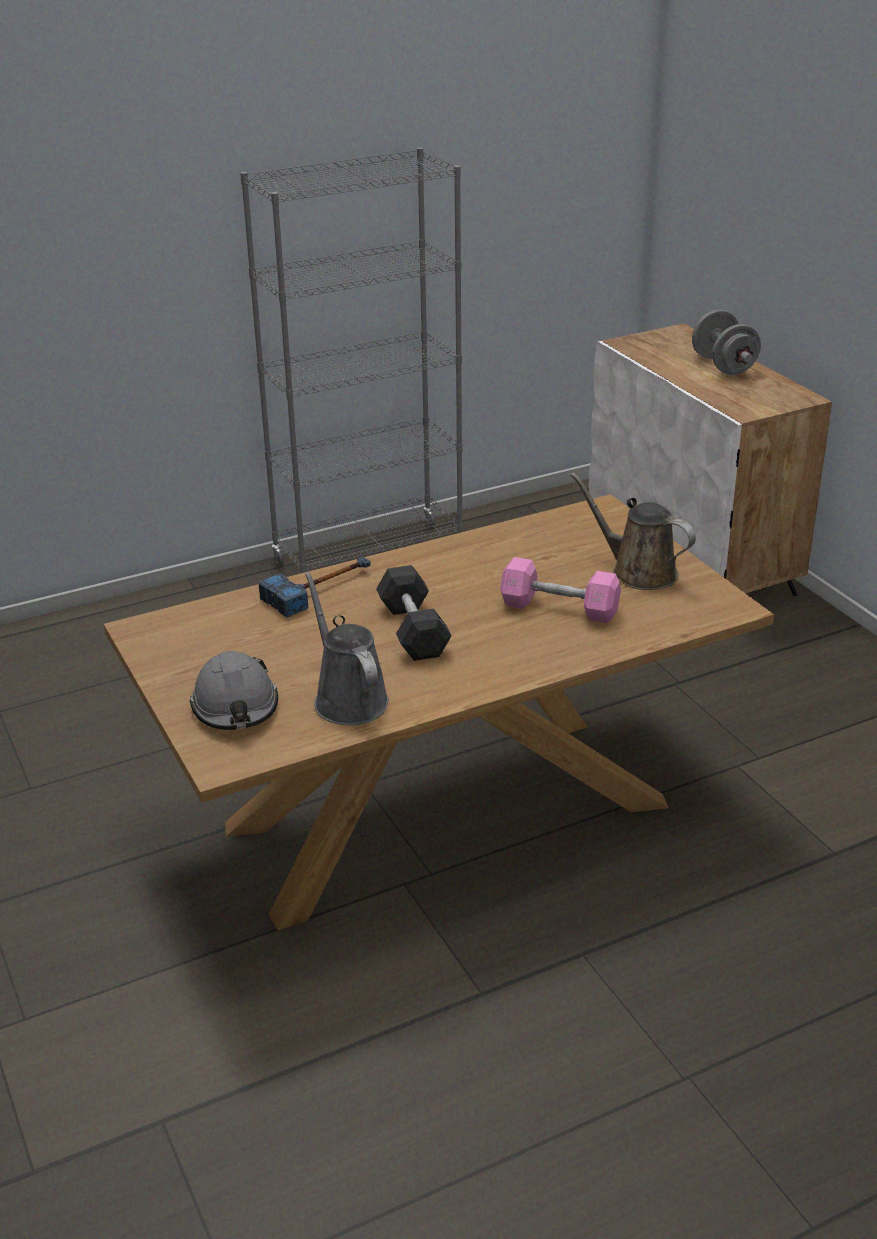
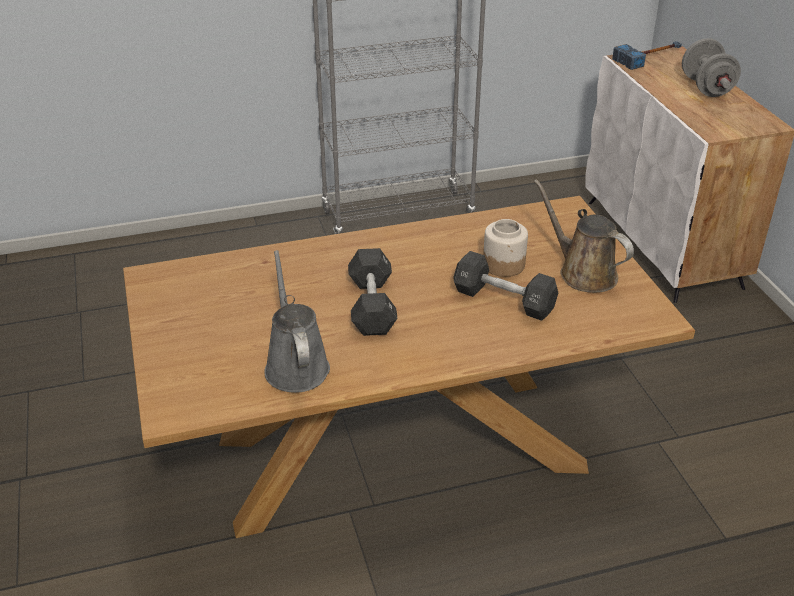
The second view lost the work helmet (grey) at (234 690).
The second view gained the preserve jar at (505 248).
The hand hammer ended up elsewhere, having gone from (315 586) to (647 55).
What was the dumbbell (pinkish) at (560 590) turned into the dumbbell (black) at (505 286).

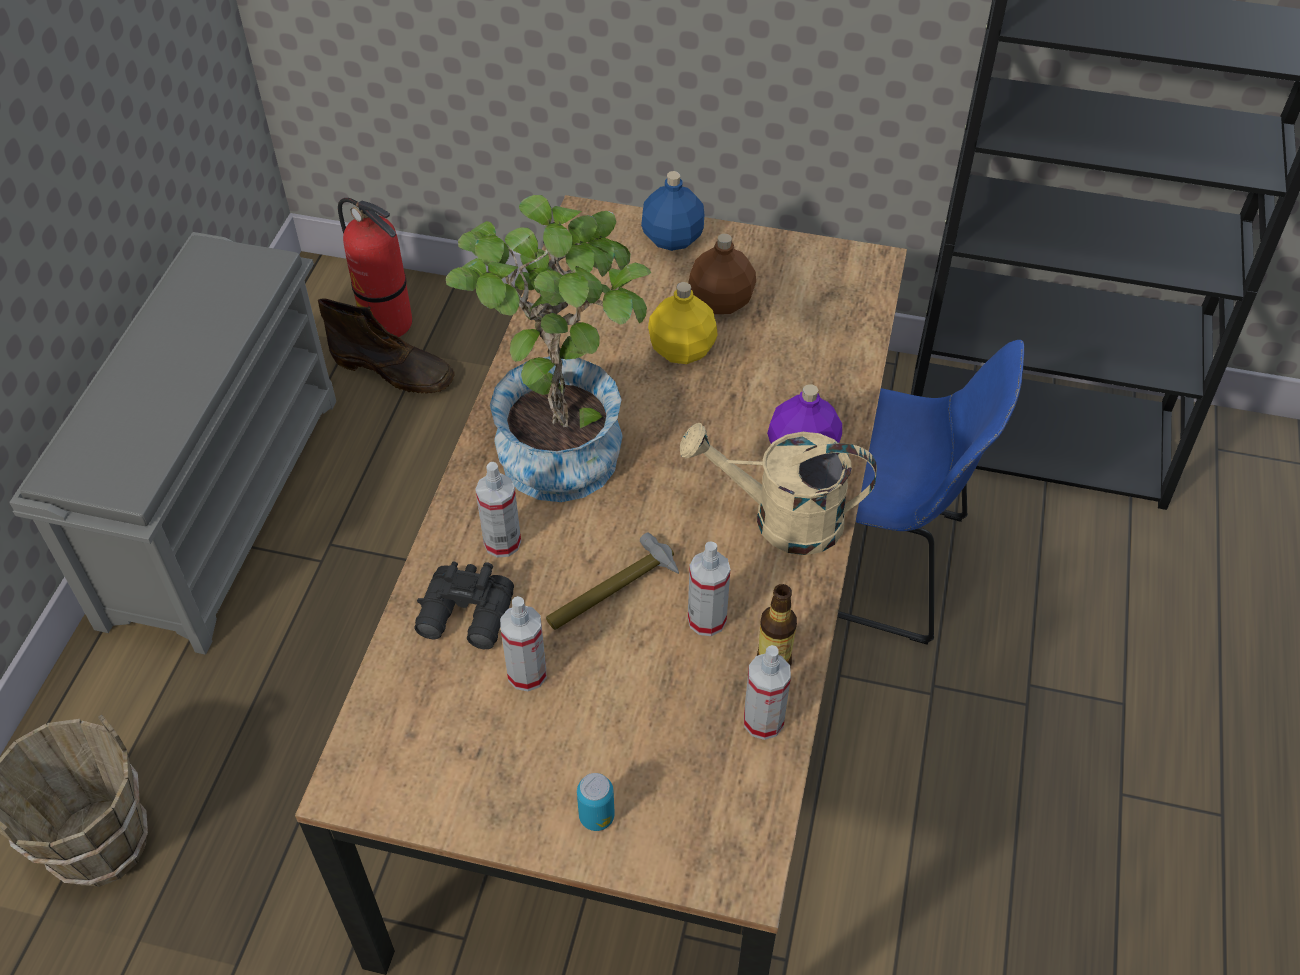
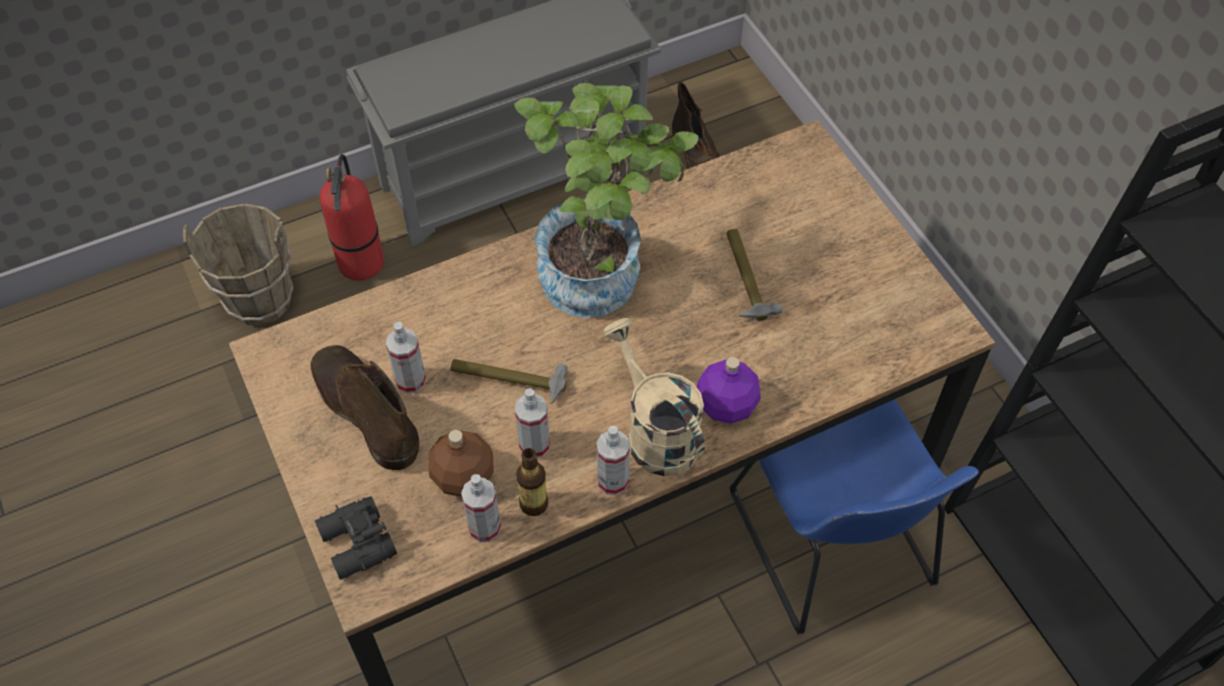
The second view lost the sealed can at (596 802).
The second view lost the beverage bottle (bluish) at (672 211).
The second view gained the boot (brown) at (365 408).
The fire extinguisher ended up elsewhere, having gone from (375 267) to (352 217).
The pair of binoculars (black) ended up elsewhere, having gone from (464 605) to (356 538).
The hand sprayer ended up elsewhere, having gone from (498 509) to (613 461).
The beverage bottle (brown) ended up elsewhere, having gone from (722 274) to (461 463).
Where the beverage bottle (yellow) stood at (683 323), the hand hammer came to stand at (754 275).

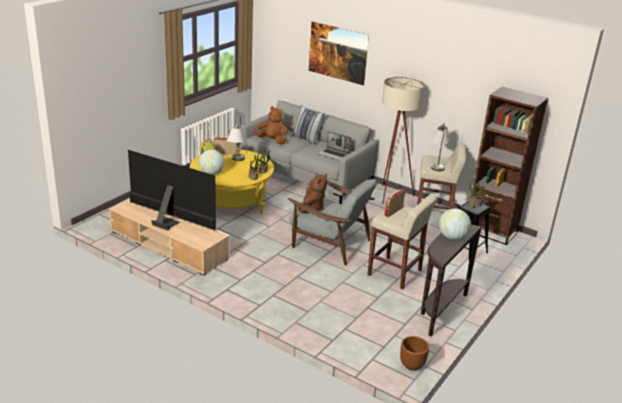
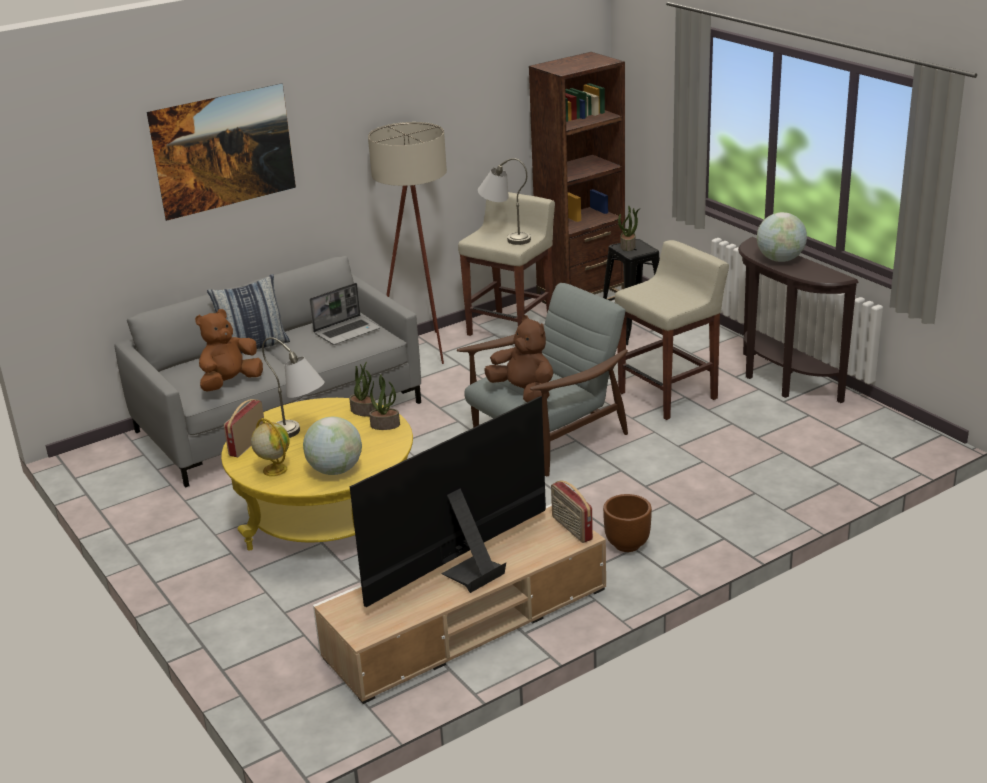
The radio ended up elsewhere, having gone from (394 203) to (572 512).
The flower pot (brown) ended up elsewhere, having gone from (414 353) to (627 523).

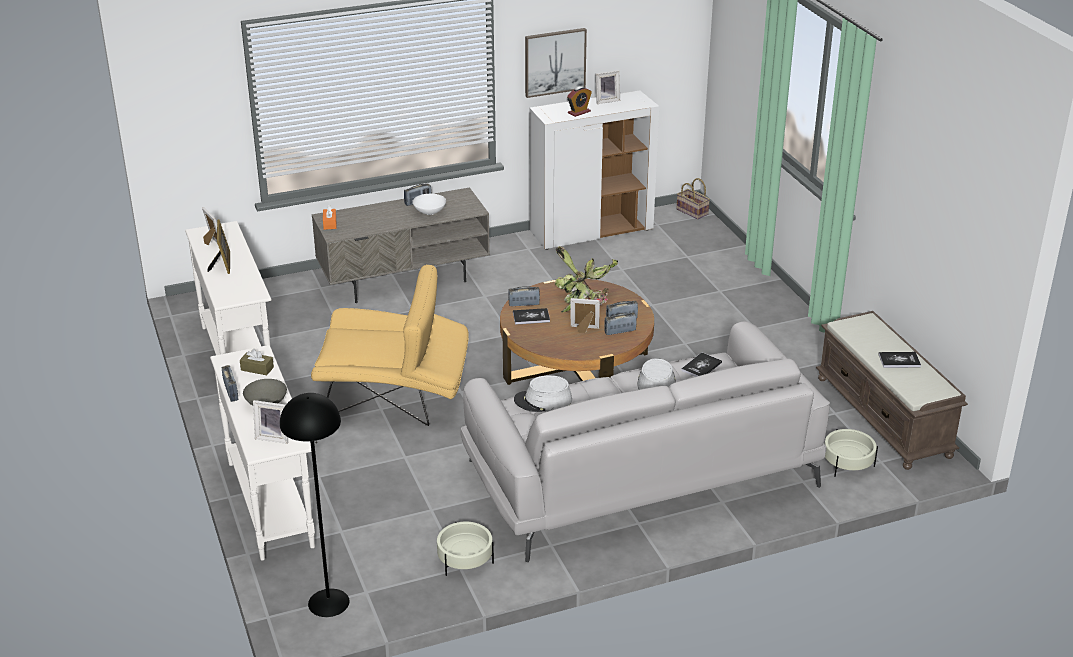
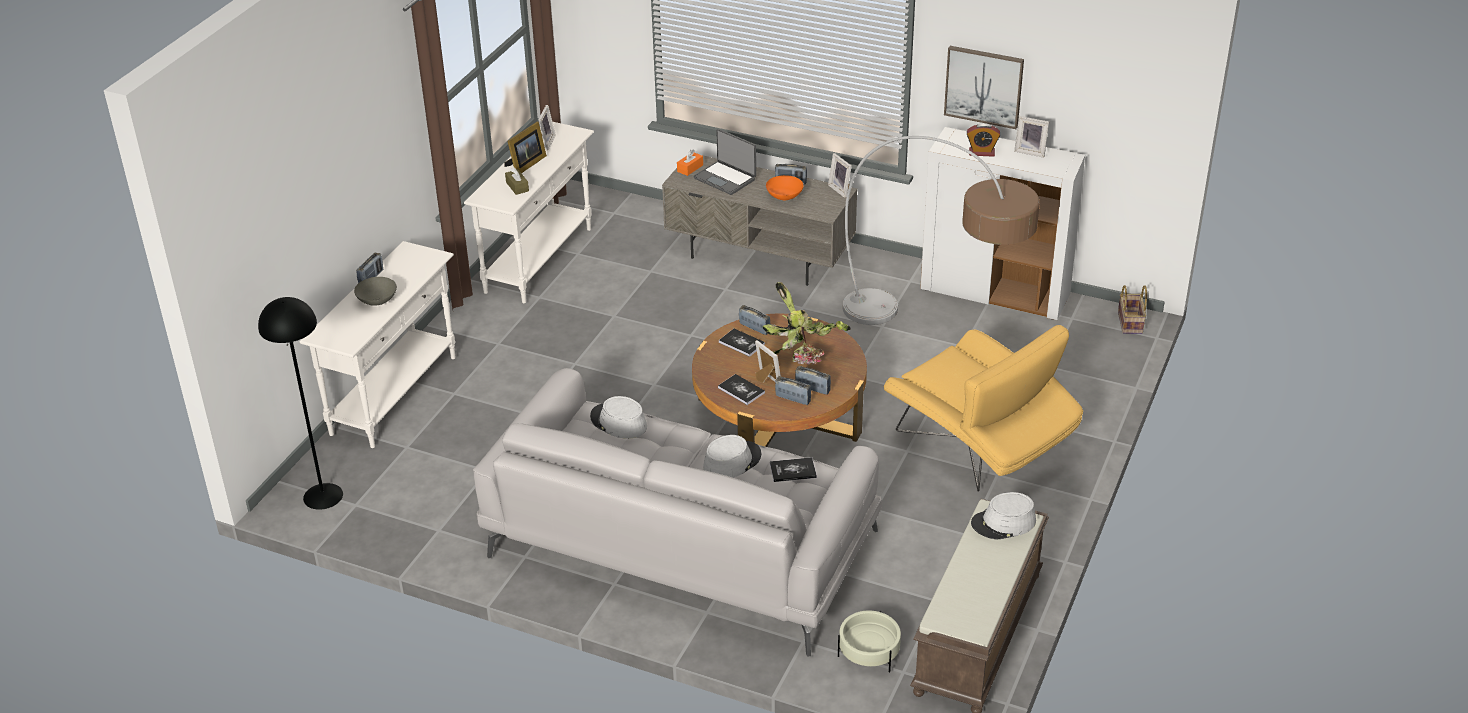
The second view lost the flower pot (beige-coloured) at (465 548).
The second view gained the notebook computer at (724 162).
The second view gained the floor lamp at (941 230).
The second view gained the wearable hat (grey) at (1003 516).
The tissue holder (brown) ended up elsewhere, having gone from (257 362) to (517 181).
The picture frame ended up elsewhere, having gone from (270 422) to (840 175).
The armchair (yellow) ended up elsewhere, having gone from (390 345) to (983 408).
The book ended up elsewhere, having gone from (899 360) to (741 389).
What was the serving bowl (whitish) at (429 204) turned into the serving bowl (orange) at (785 187).

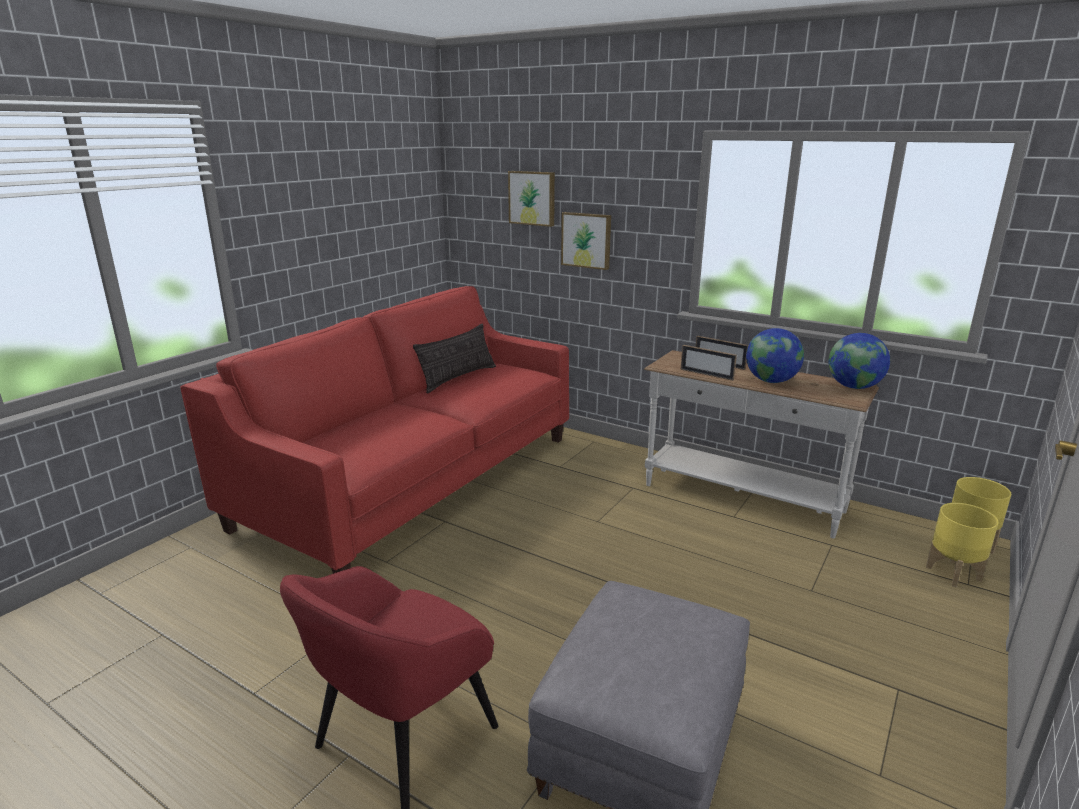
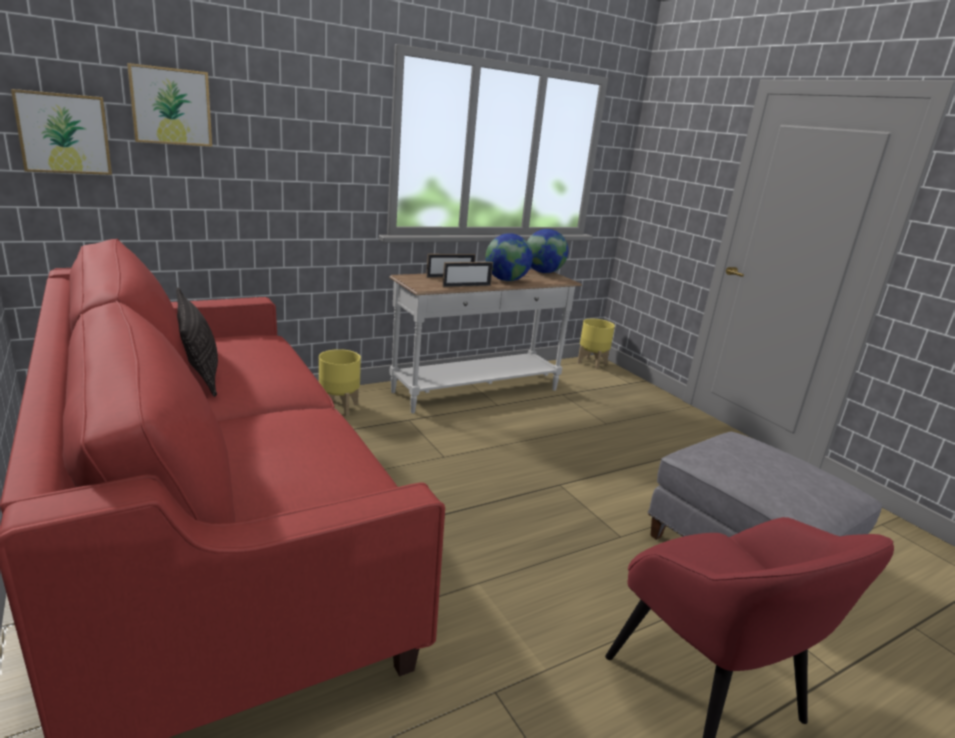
The wall picture ended up elsewhere, having gone from (586 241) to (61 132).
The flower pot (yellow) ended up elsewhere, having gone from (962 545) to (340 382).

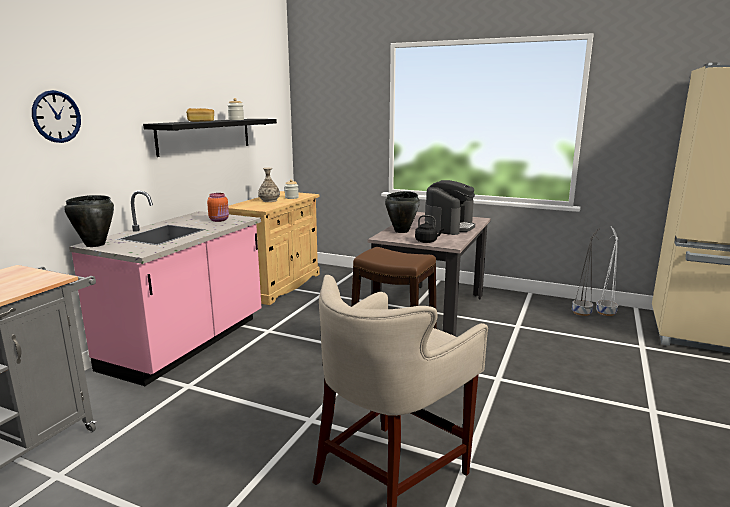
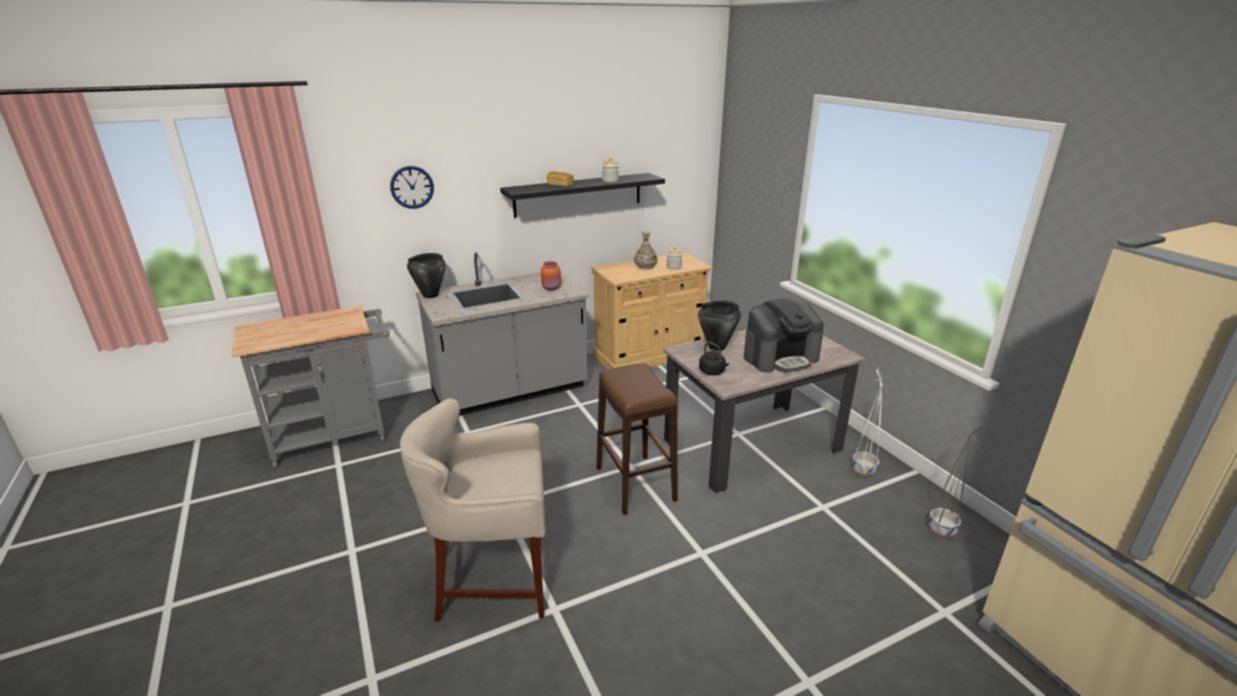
The flower pot (whitish) ended up elsewhere, having gone from (607 271) to (867 421).
What was the kitchen base unit (pinkish) at (165 288) turned into the kitchen base unit (grey) at (502 334).

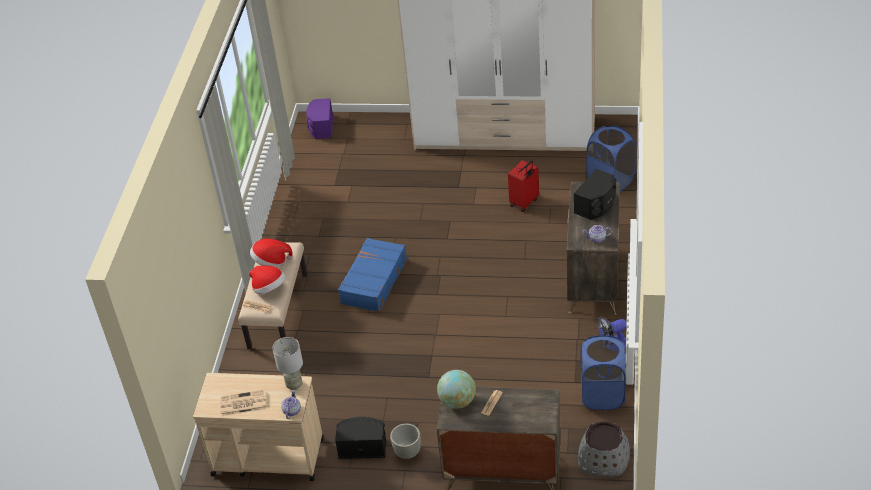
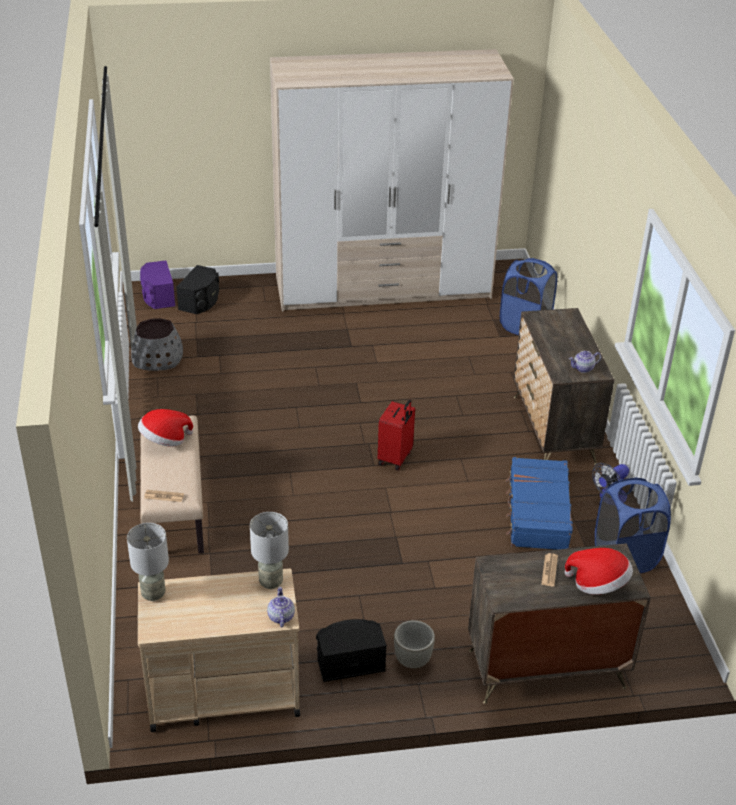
The second view lost the daily paper at (243 402).
The second view lost the desk globe at (456 389).
The second view gained the table lamp (grey) at (148 562).
The wearable hat ended up elsewhere, having gone from (267 279) to (599 571).
The piece of luggage (bluish) ended up elsewhere, having gone from (372 275) to (539 503).
The piece of luggage (red) ended up elsewhere, having gone from (523 186) to (396 435).
The loudspeaker (black) ended up elsewhere, having gone from (595 194) to (197 289).
The flower pot (grey) ended up elsewhere, having gone from (604 449) to (157 344).

